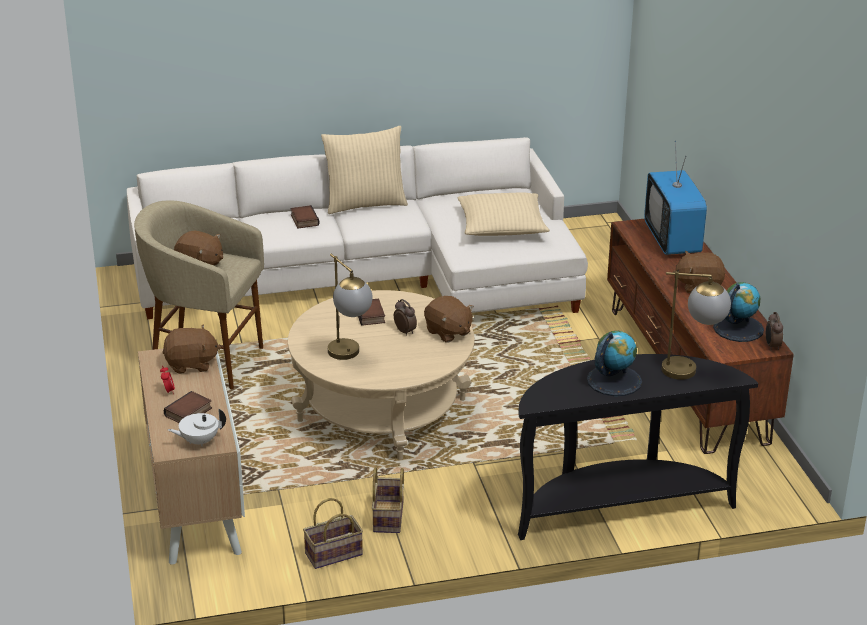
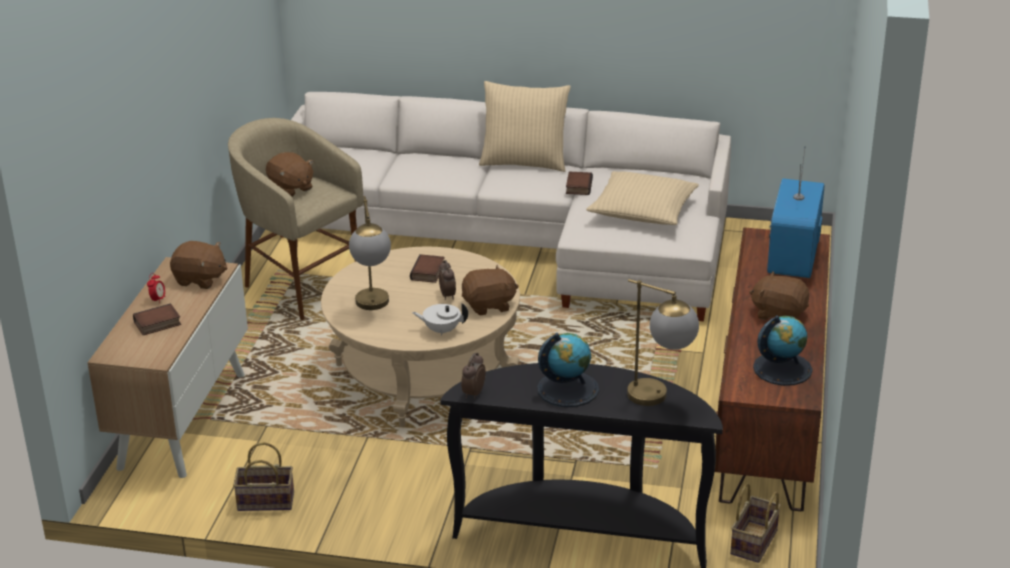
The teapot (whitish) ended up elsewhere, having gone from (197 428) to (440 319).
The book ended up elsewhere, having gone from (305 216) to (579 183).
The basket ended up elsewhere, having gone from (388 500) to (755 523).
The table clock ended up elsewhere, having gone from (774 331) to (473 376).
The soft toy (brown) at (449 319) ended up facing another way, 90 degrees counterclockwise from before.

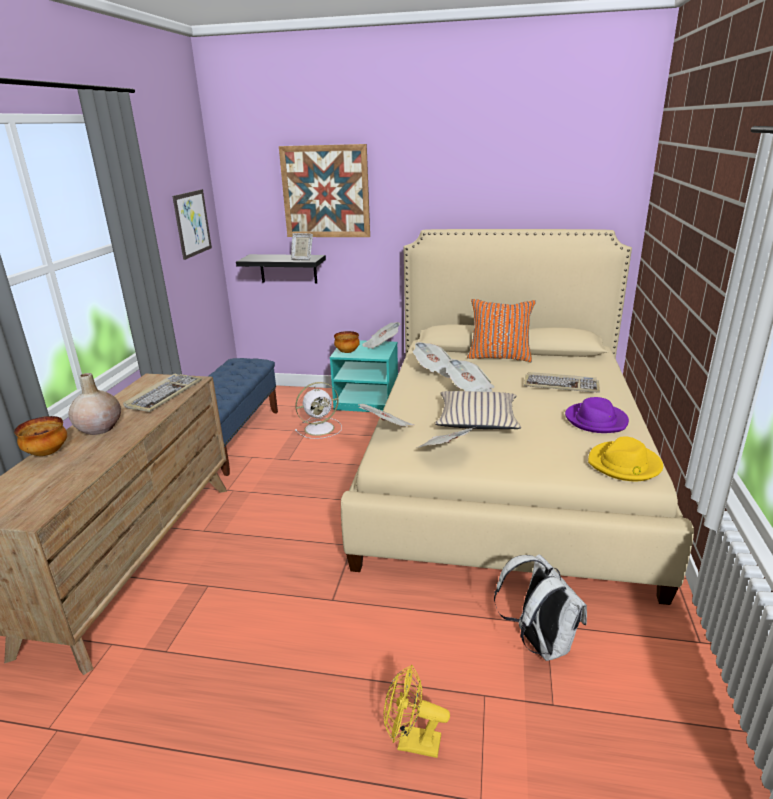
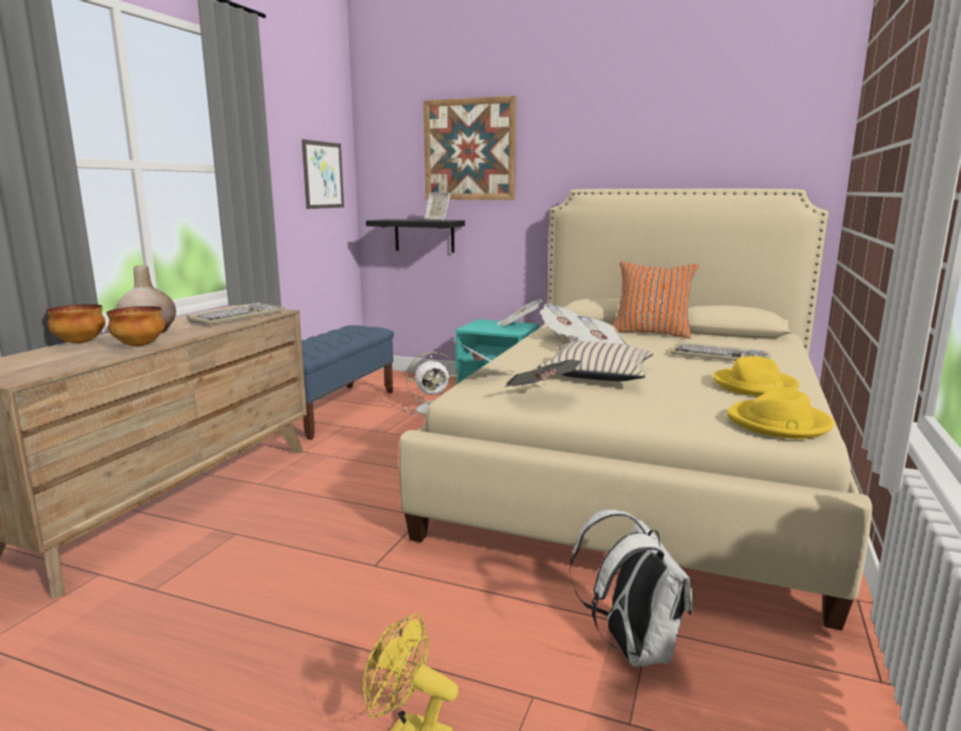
The serving bowl ended up elsewhere, having gone from (347 342) to (135 326).
What was the wearable hat (purple) at (597 415) turned into the wearable hat (yellow) at (756 376).

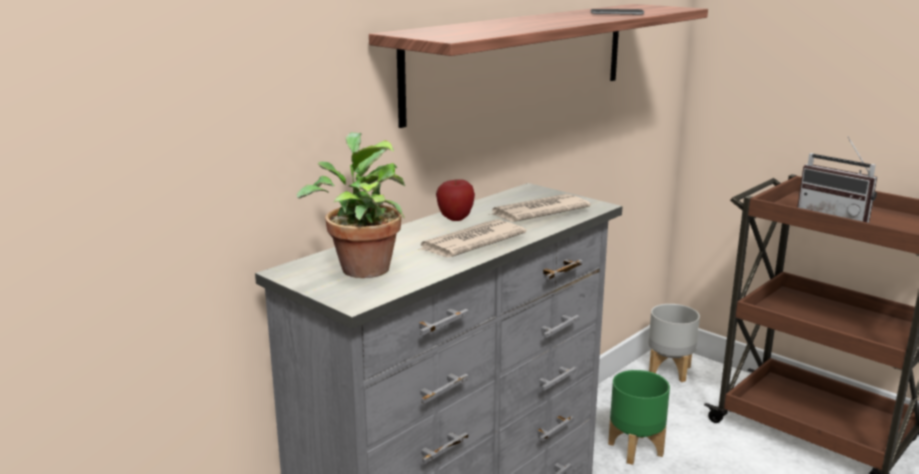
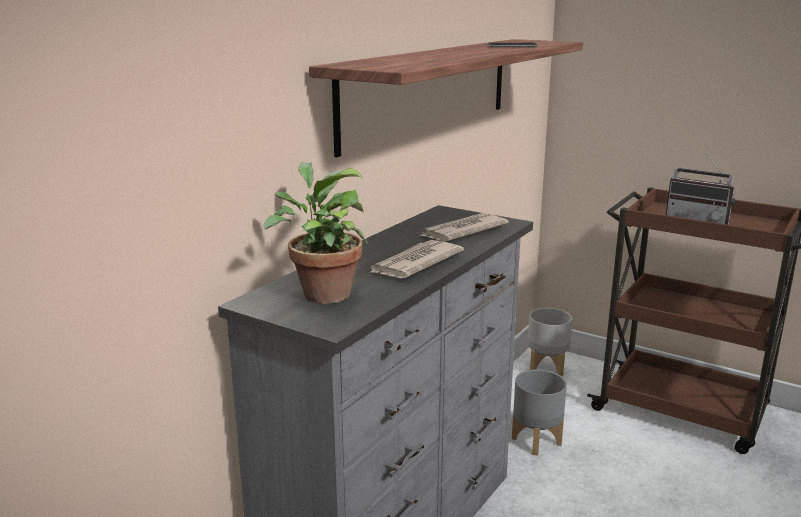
The second view lost the apple at (455 200).
What was the flower pot (greenish) at (639 417) turned into the flower pot (grey) at (539 413).

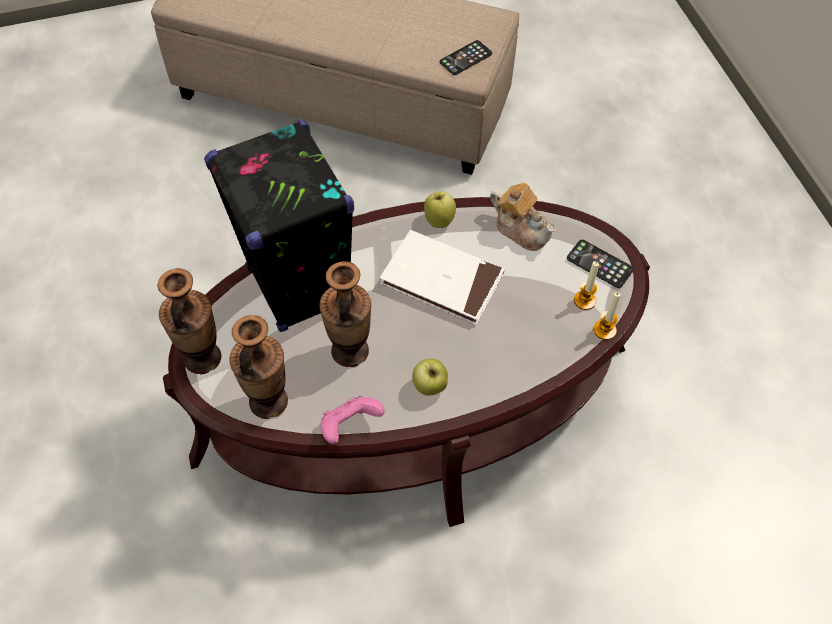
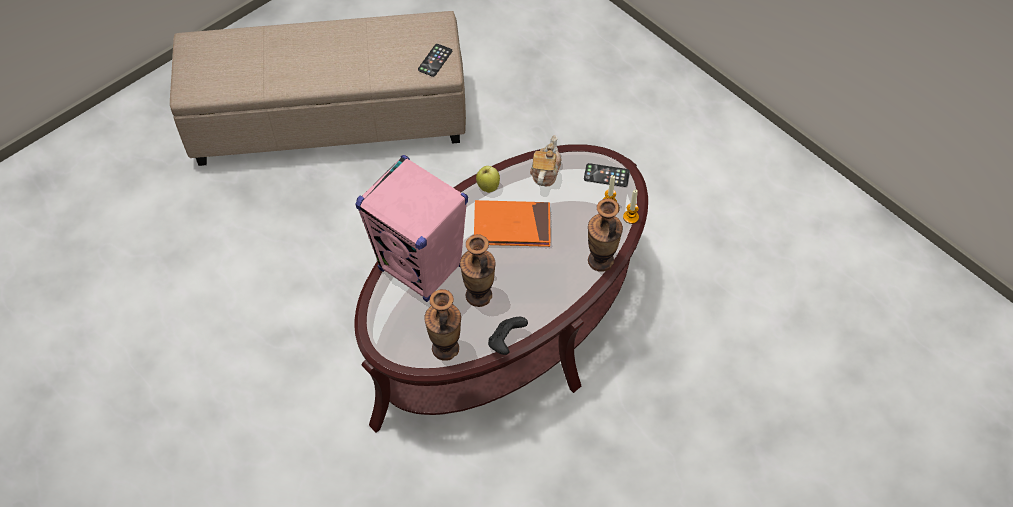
The second view lost the apple at (430 377).
The flower vase ended up elsewhere, having gone from (189 321) to (605 235).
What was the loudspeaker (black) at (279 226) turned into the loudspeaker (pinkish) at (412 228).
What was the joypad (pinkish) at (353 420) turned into the joypad (black) at (508 336).
What was the book (whitish) at (442 277) turned into the book (orange) at (512 223).
The teapot at (523 216) ended up facing another way, 90 degrees counterclockwise from before.

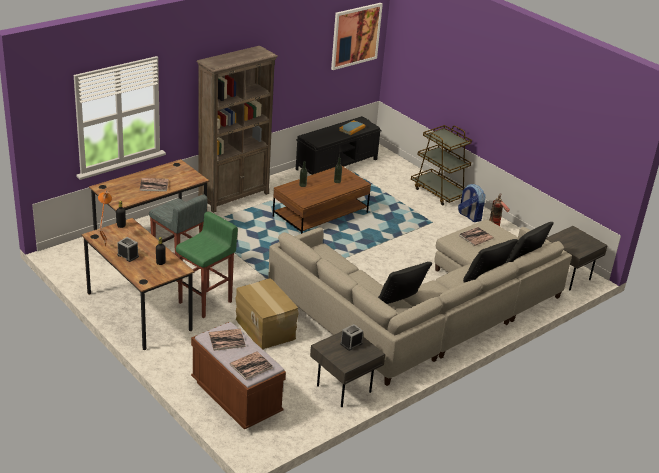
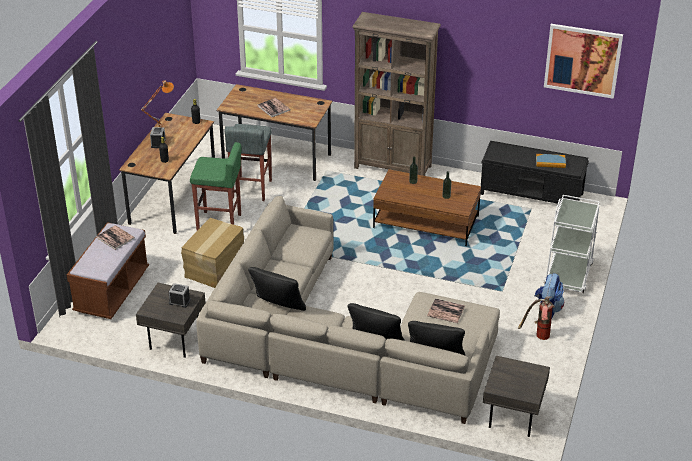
The second view lost the book at (251 365).
What was the cart (brown) at (441 165) turned into the cart (whitish) at (572 244).

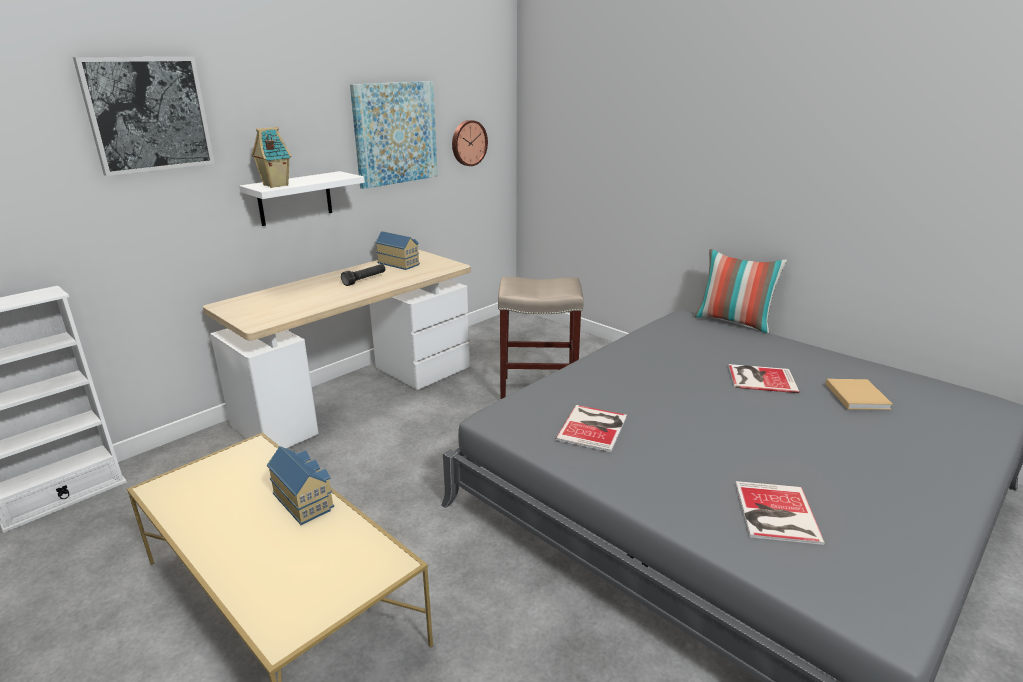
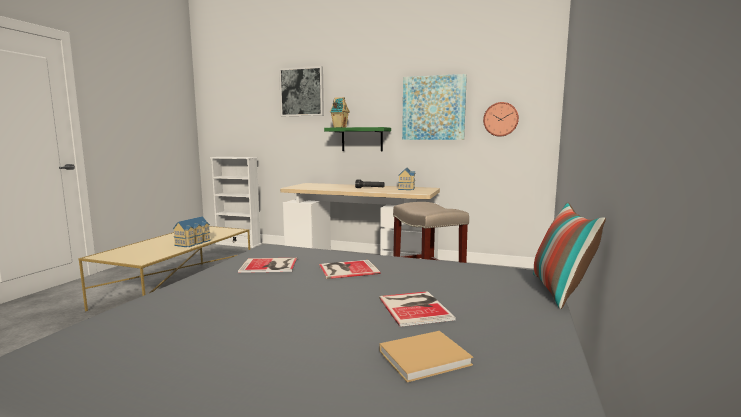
The book ended up elsewhere, having gone from (780 513) to (350 269).
What was the wall shelf (whitish) at (302 198) turned into the wall shelf (greenish) at (357 139).

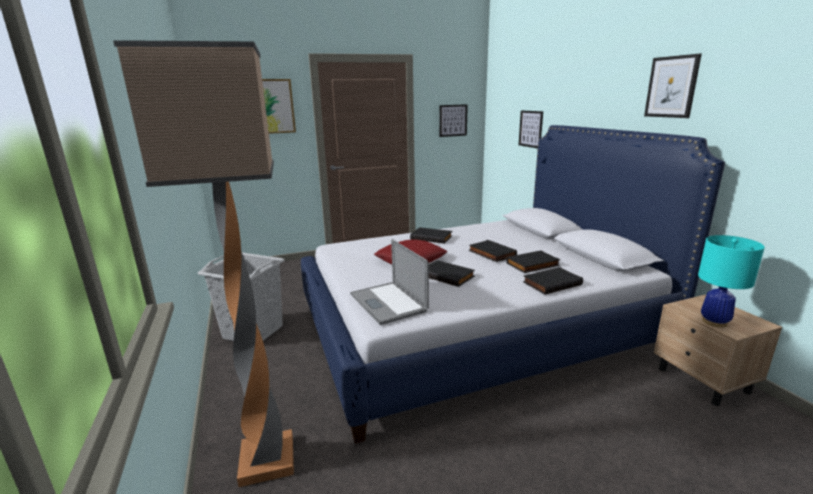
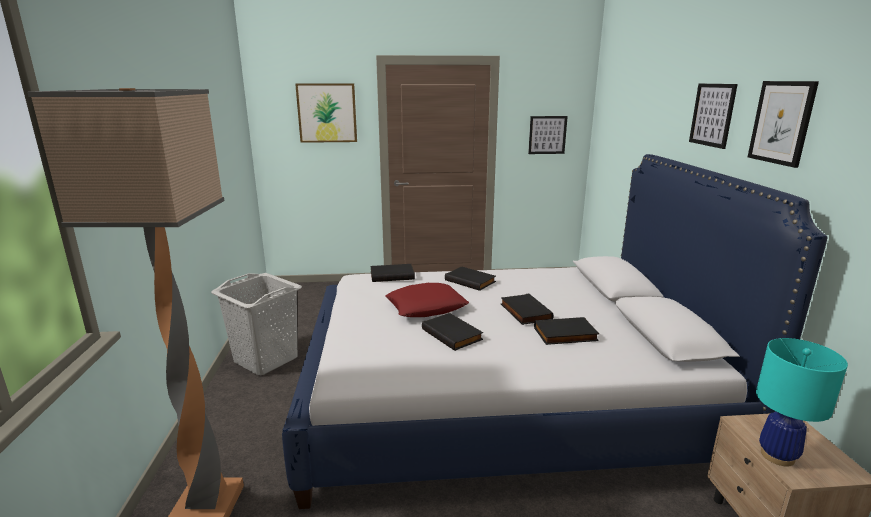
The second view lost the notebook computer at (389 282).
The wall picture ended up elsewhere, having gone from (531 129) to (713 116).
The book (black) ended up elsewhere, having gone from (553 281) to (392 273).

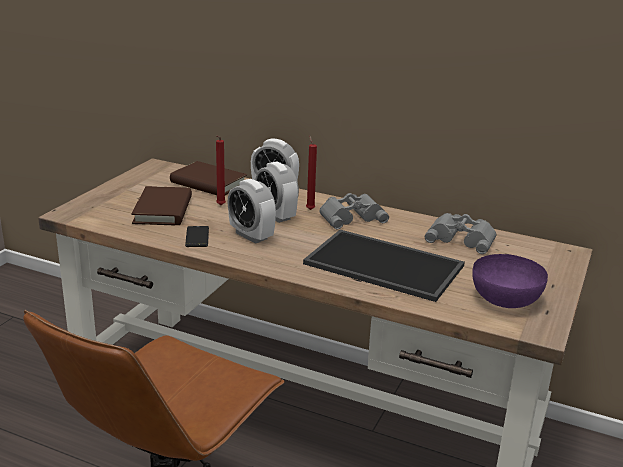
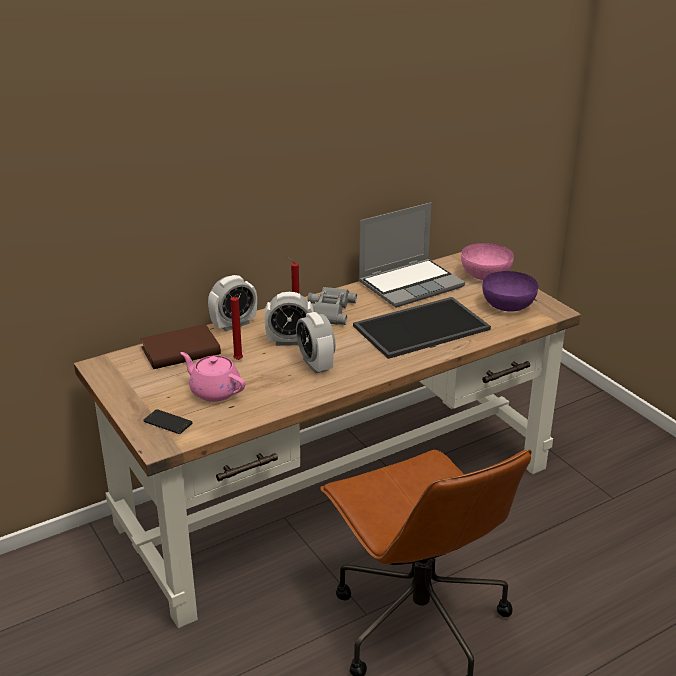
The second view gained the serving bowl (pinkish) at (487 261).
The telephone ended up elsewhere, having gone from (197 236) to (167 421).
Where the book (brown) stood at (161 205), the teapot (pinkish) came to stand at (213 377).
Where the pair of binoculars (grey) stood at (460 233), the notebook computer came to stand at (411 255).
The table clock at (251 211) ended up facing another way, 75 degrees clockwise from before.

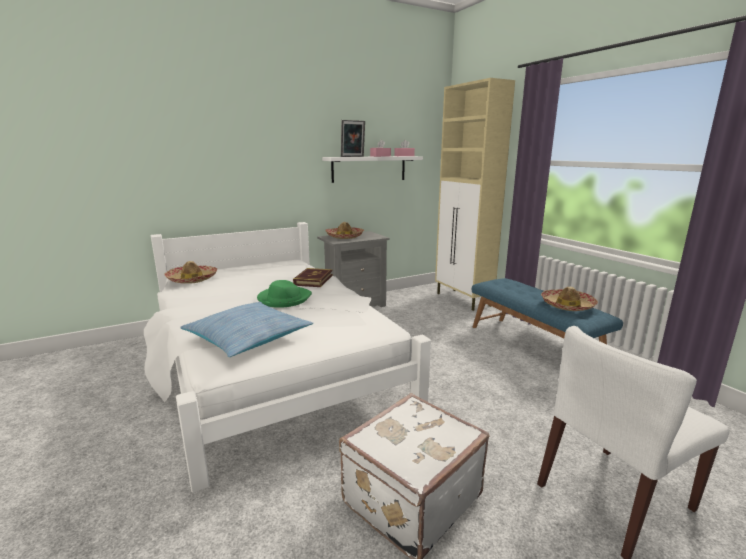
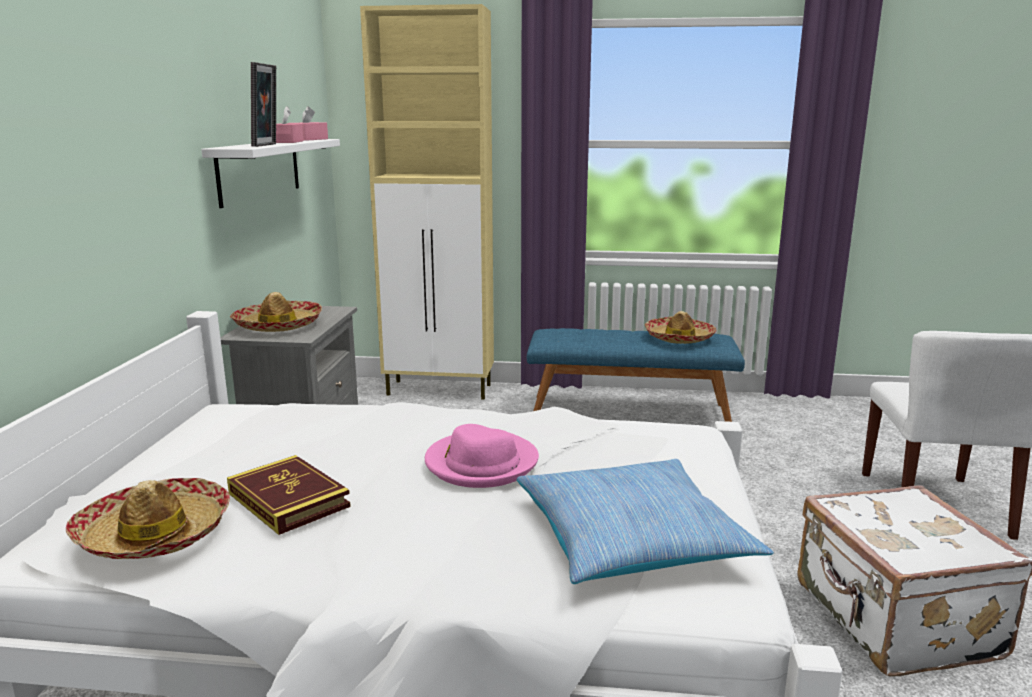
The book ended up elsewhere, having gone from (313 277) to (289 495).
What was the wearable hat (greenish) at (284 294) turned into the wearable hat (pinkish) at (482 456).

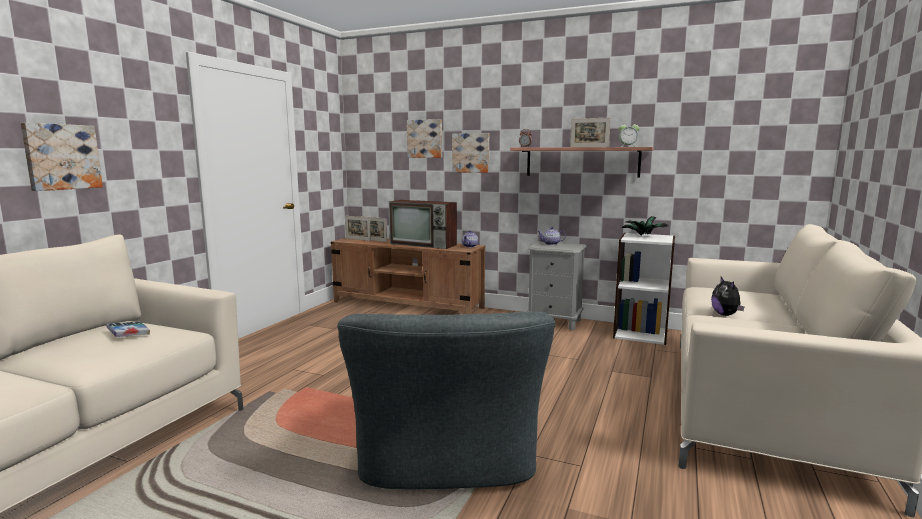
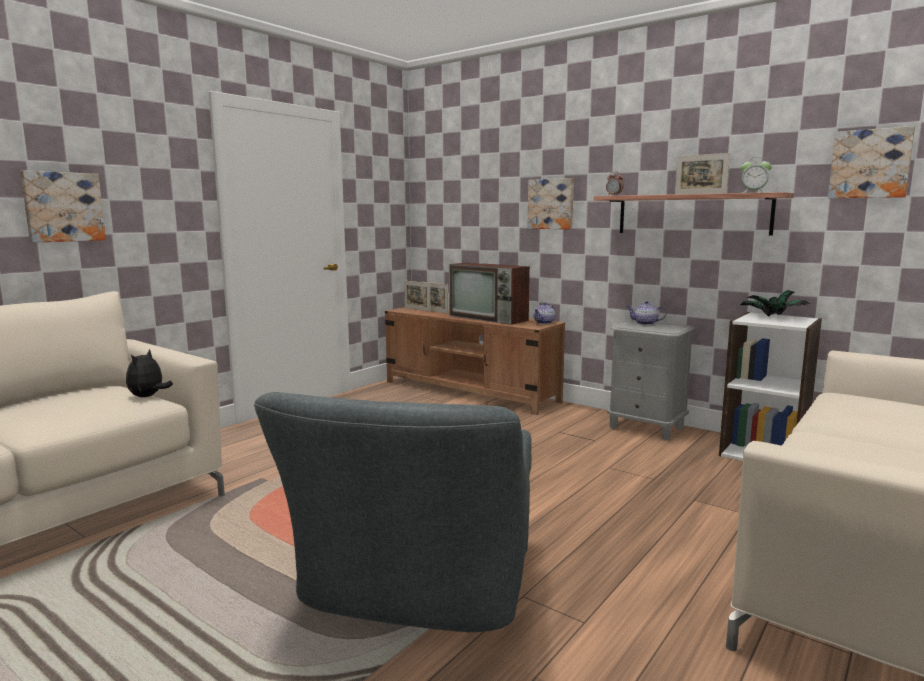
The second view lost the book at (128 329).
The wall picture ended up elsewhere, having gone from (424 138) to (871 162).
The soft toy ended up elsewhere, having gone from (727 296) to (149 373).

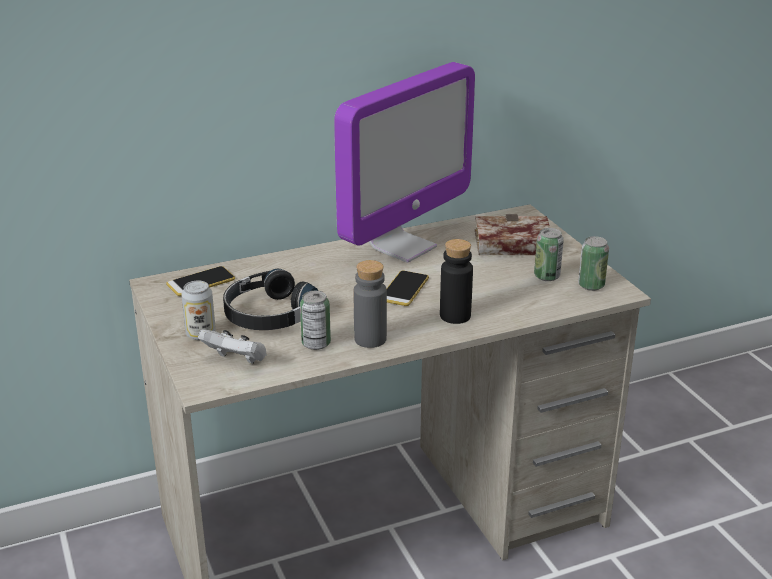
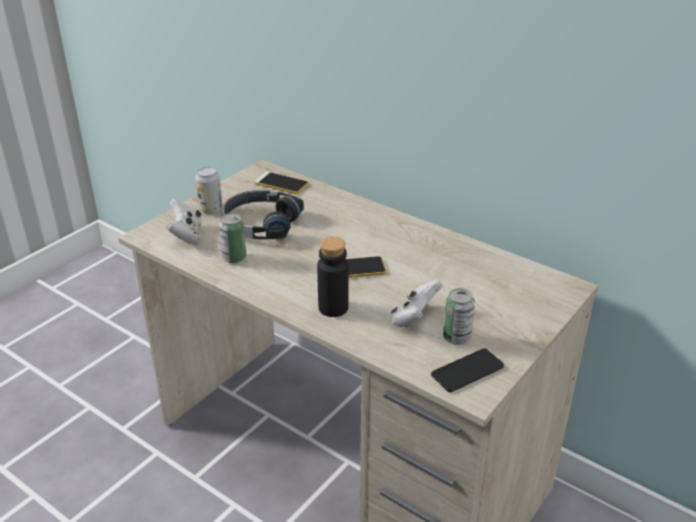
The second view lost the computer screen at (404 162).
The second view lost the beverage bottle (grey) at (370 304).
The second view lost the book at (512 234).
The second view gained the joypad (whitish) at (417 303).
Where the sealed can stood at (593 263), the telephone came to stand at (467 370).

